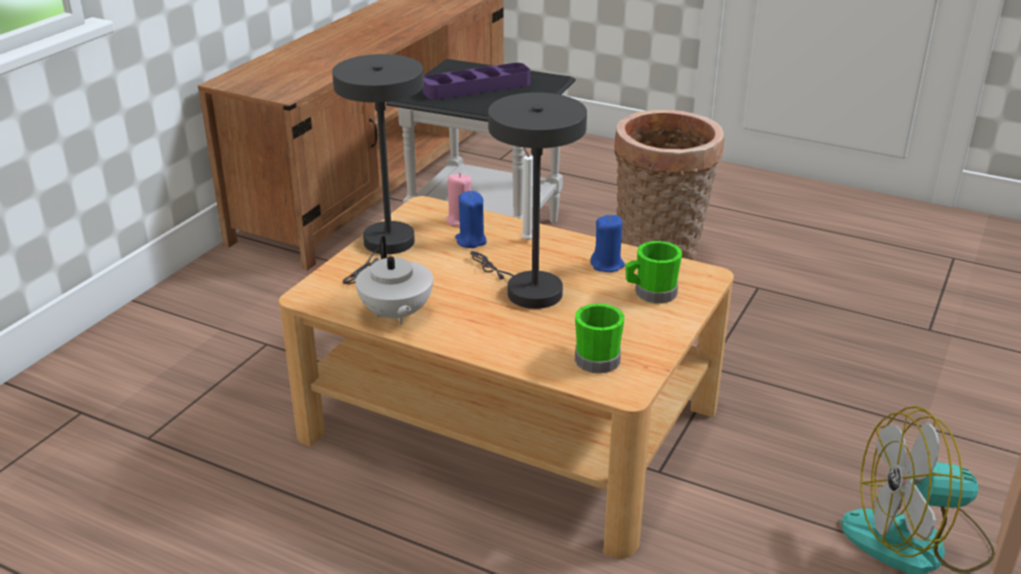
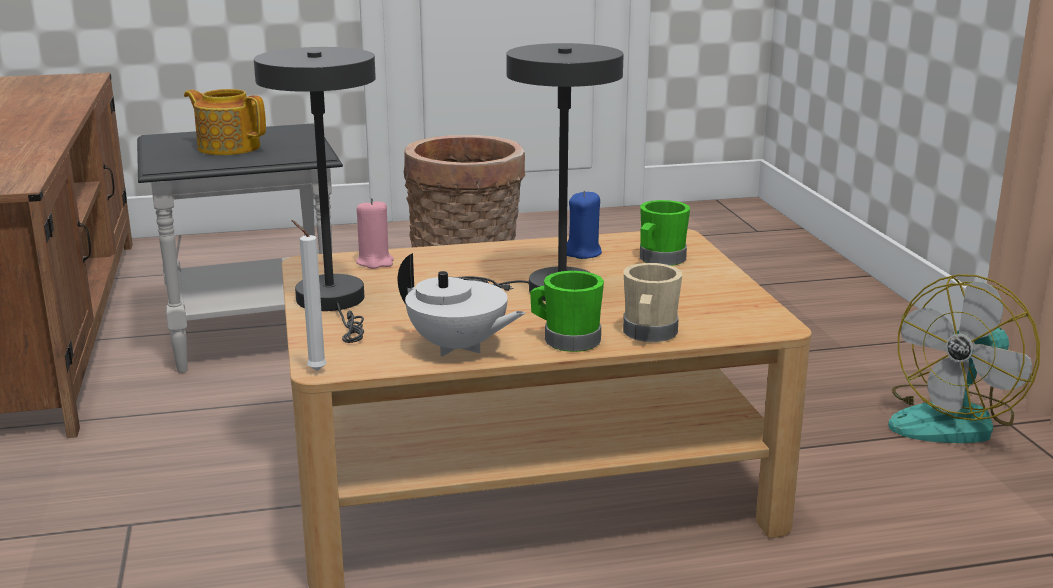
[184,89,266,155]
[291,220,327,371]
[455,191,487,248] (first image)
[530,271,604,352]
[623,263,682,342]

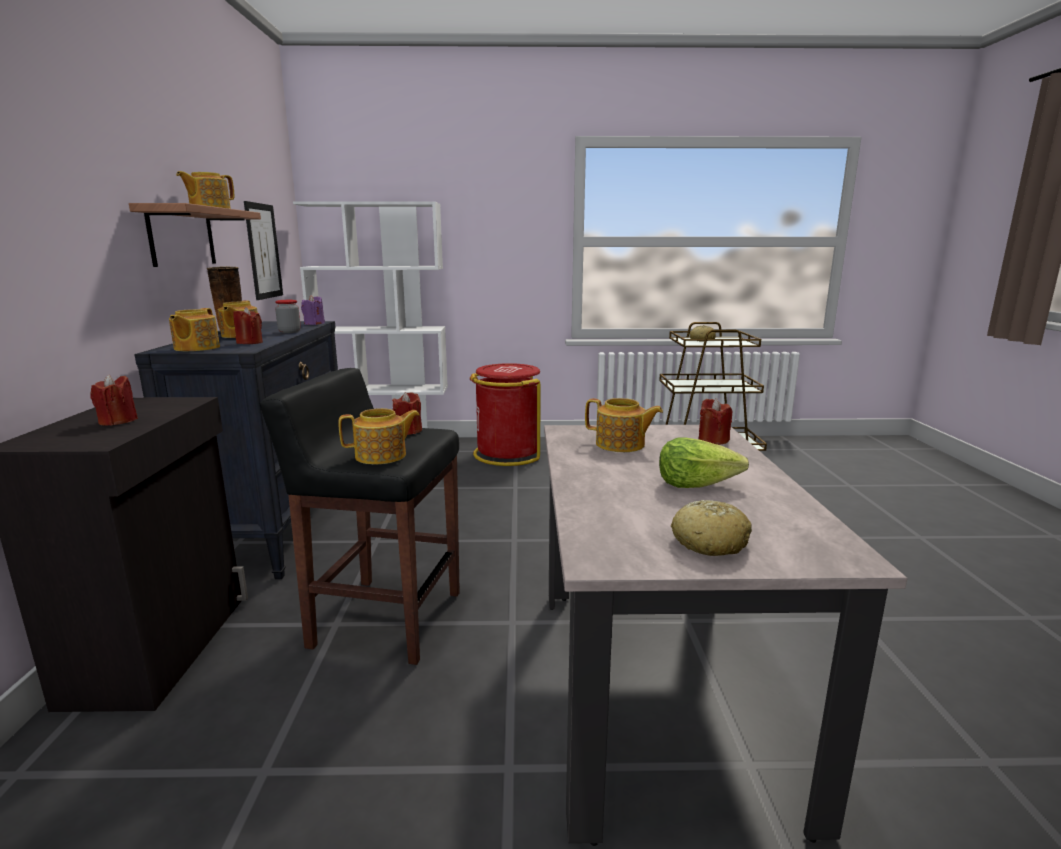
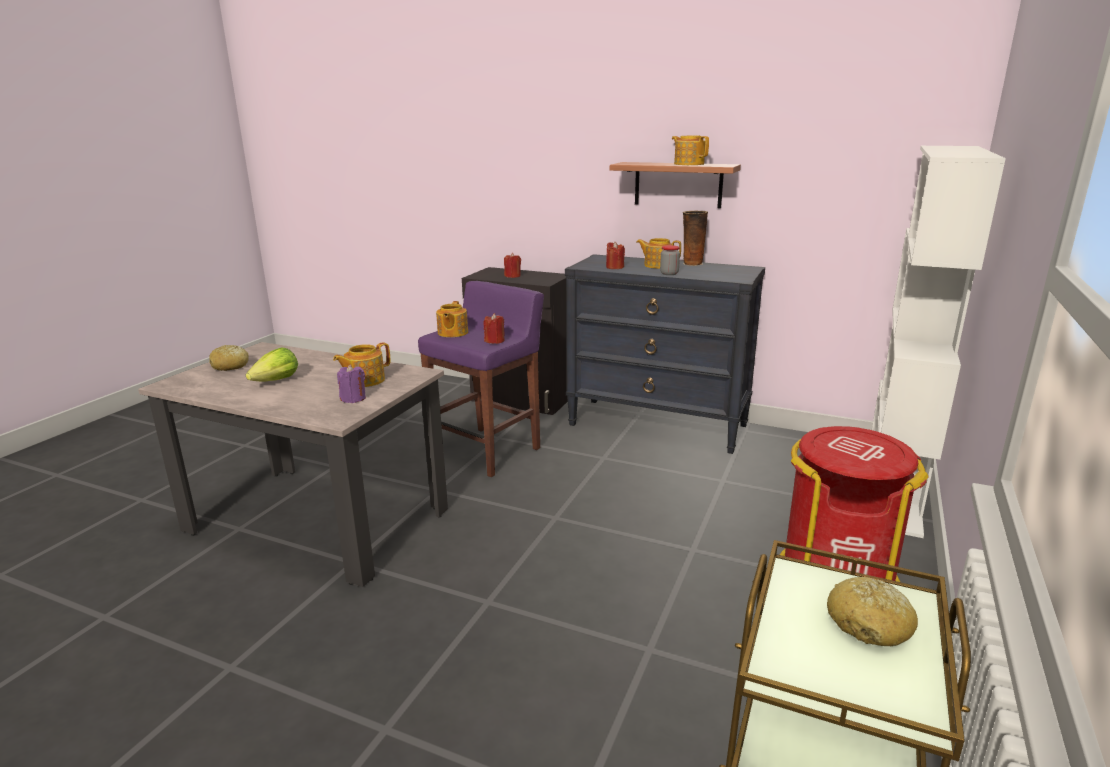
[244,201,283,300] (first image)
[337,364,366,403]
[169,308,220,351] (first image)
[418,281,544,477]
[698,398,732,445] (first image)

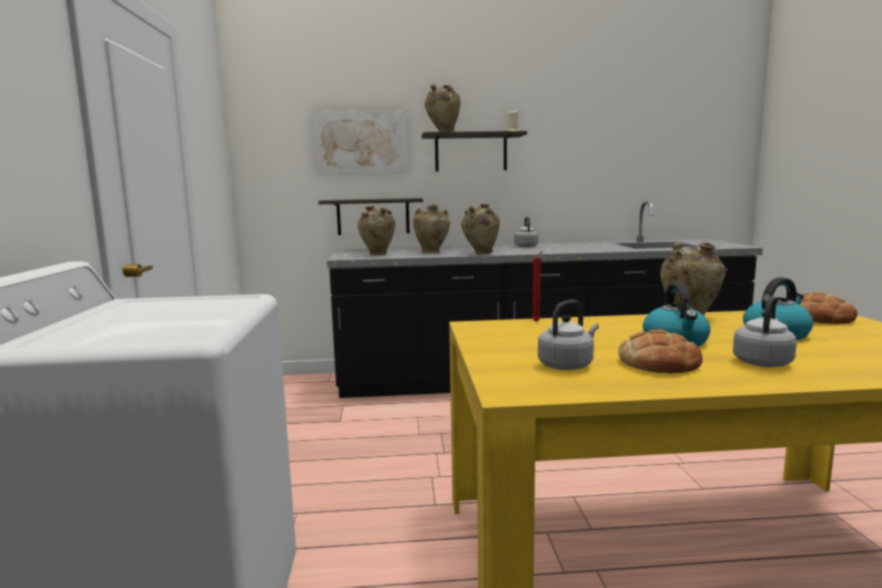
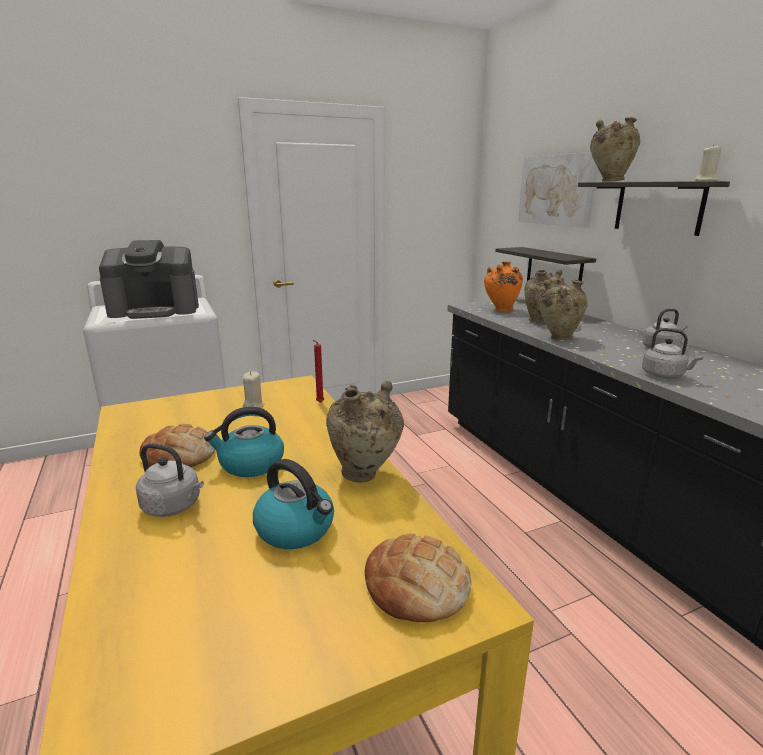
[484,261,523,312]
[642,328,704,378]
[99,240,199,319]
[243,371,265,408]

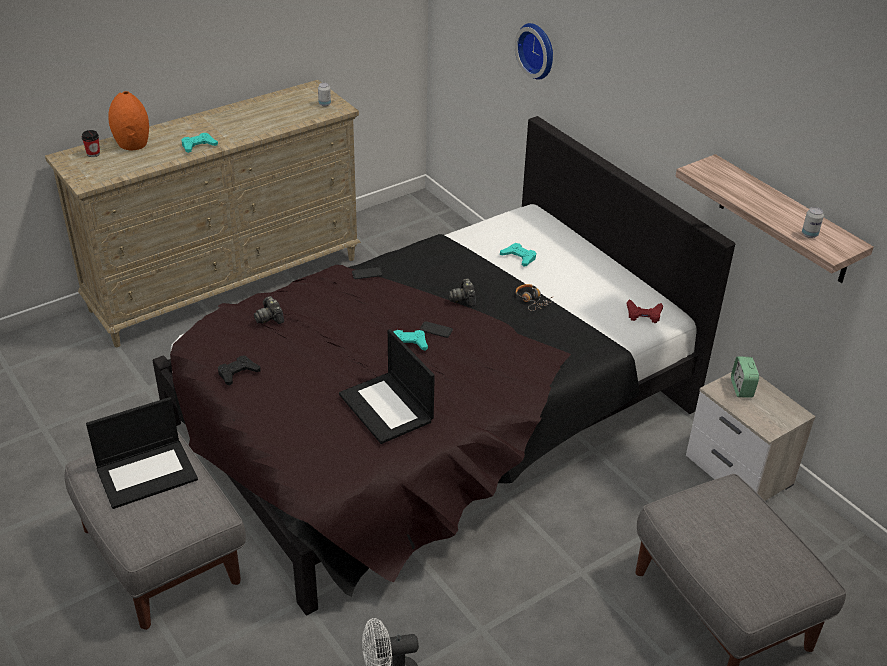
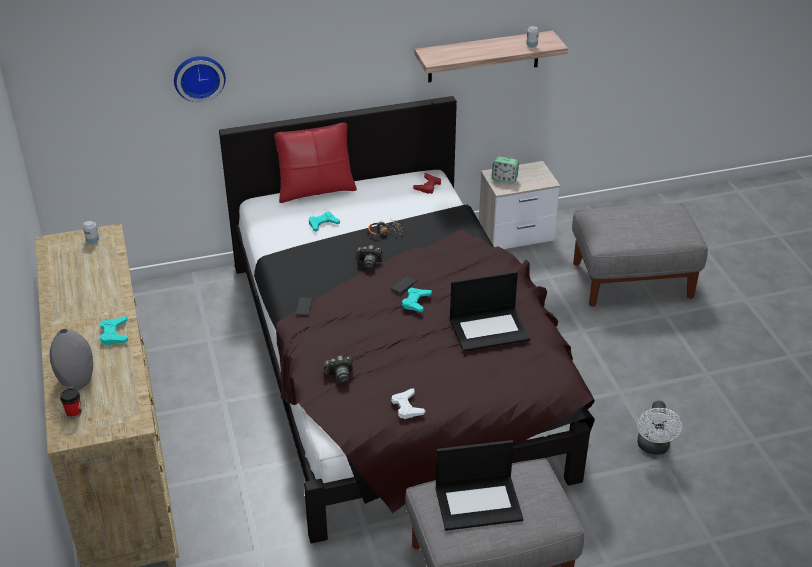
[50,329,93,390]
[392,388,425,419]
[436,440,523,531]
[274,122,357,203]

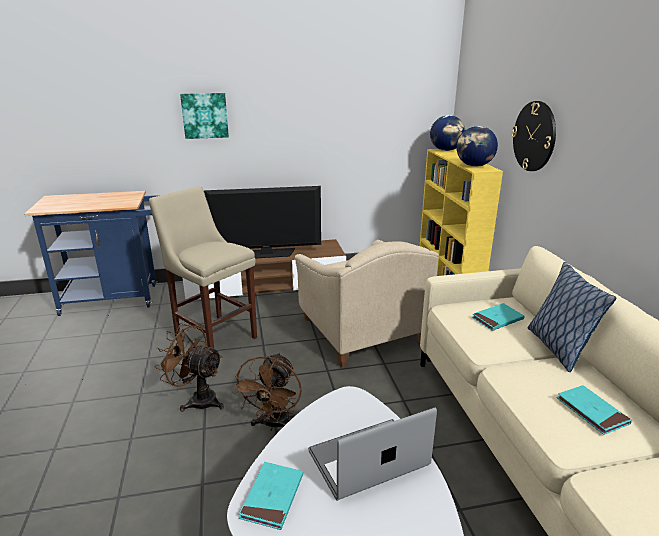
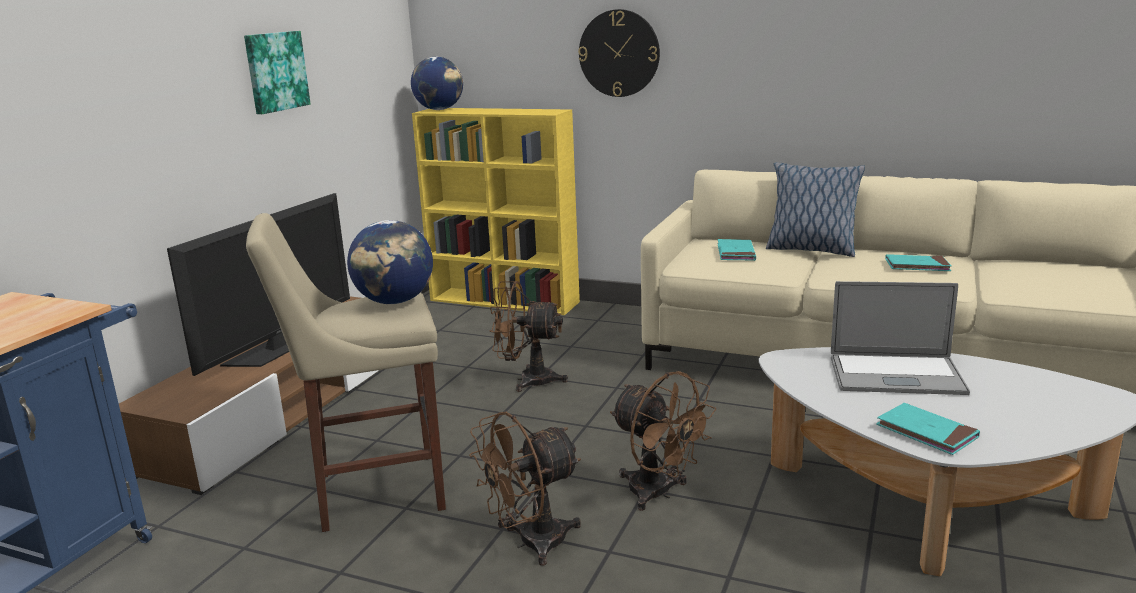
[244,31,311,114]
[347,220,433,304]
[490,281,568,392]
[831,281,970,395]

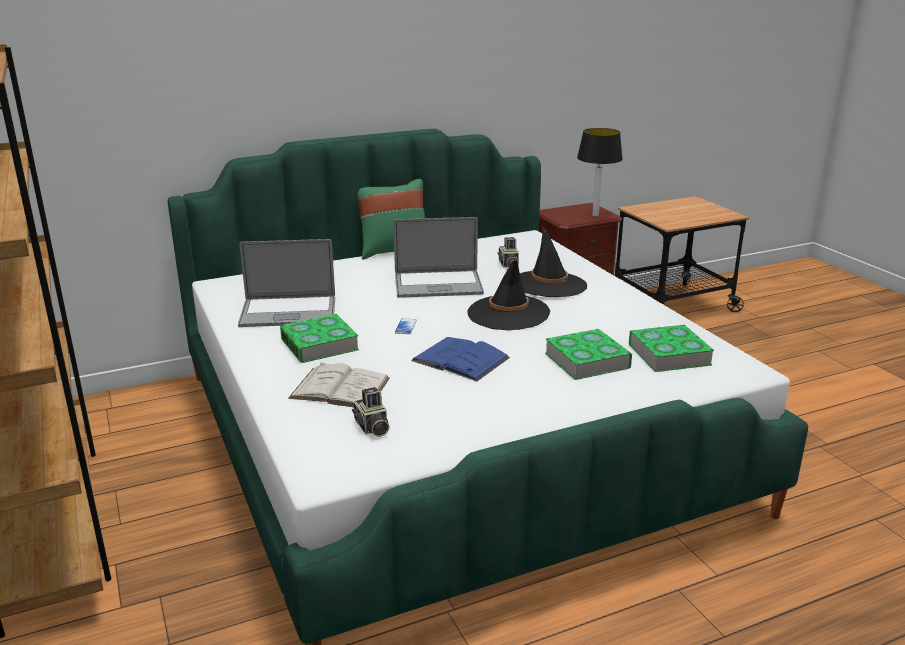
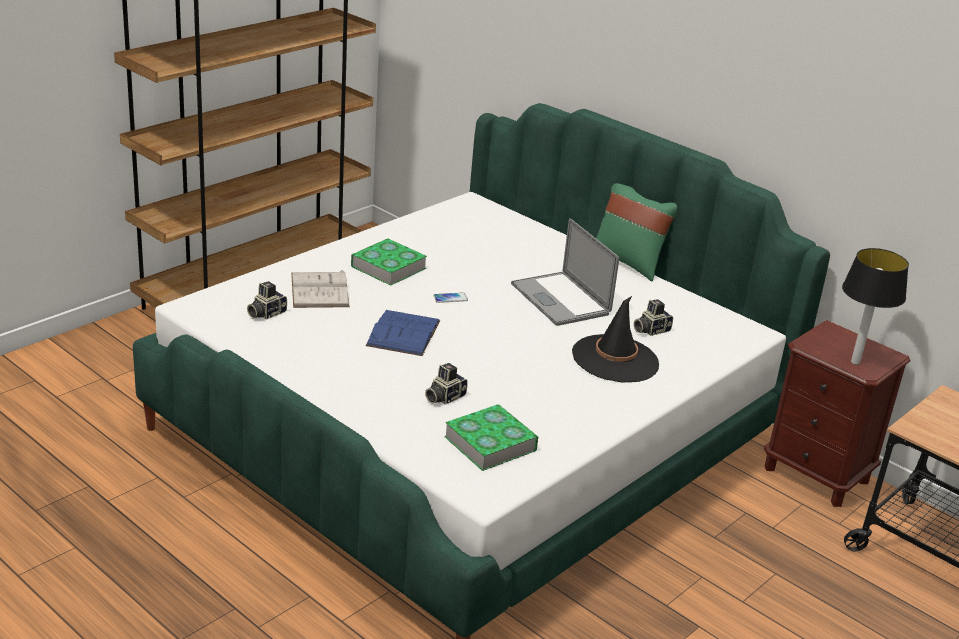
[238,239,335,327] (first image)
[467,260,550,330] (first image)
[425,363,468,405]

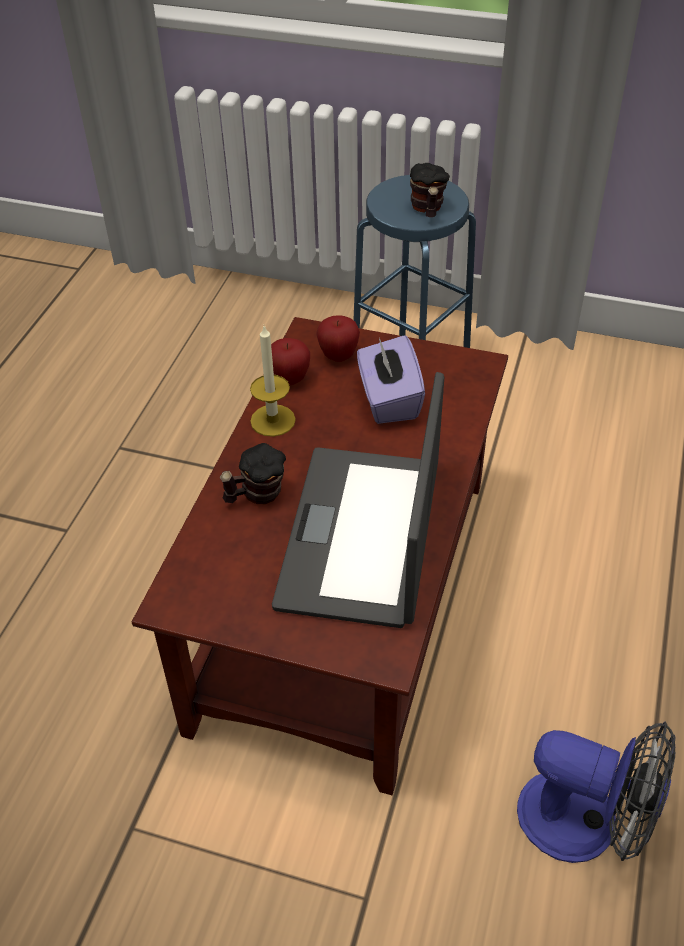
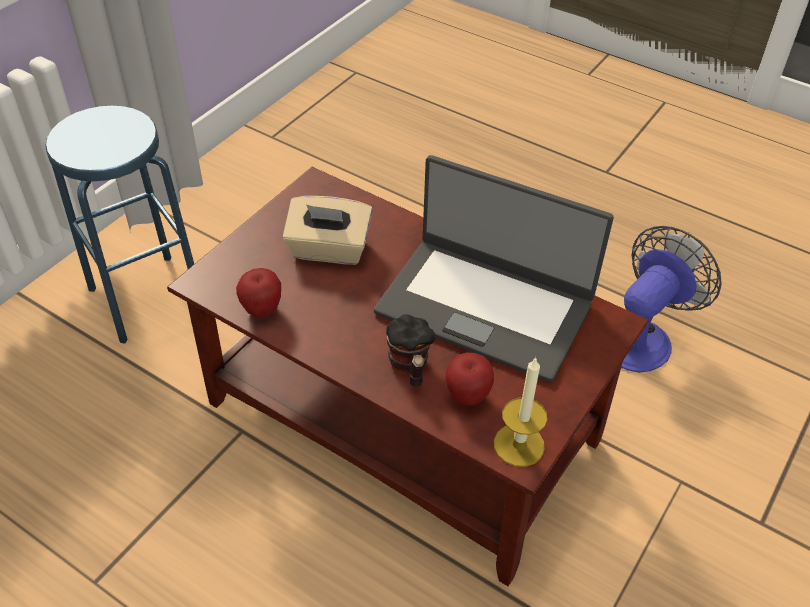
[410,163,450,217] (first image)
[446,353,494,406]
[494,357,547,467]
[282,196,373,265]

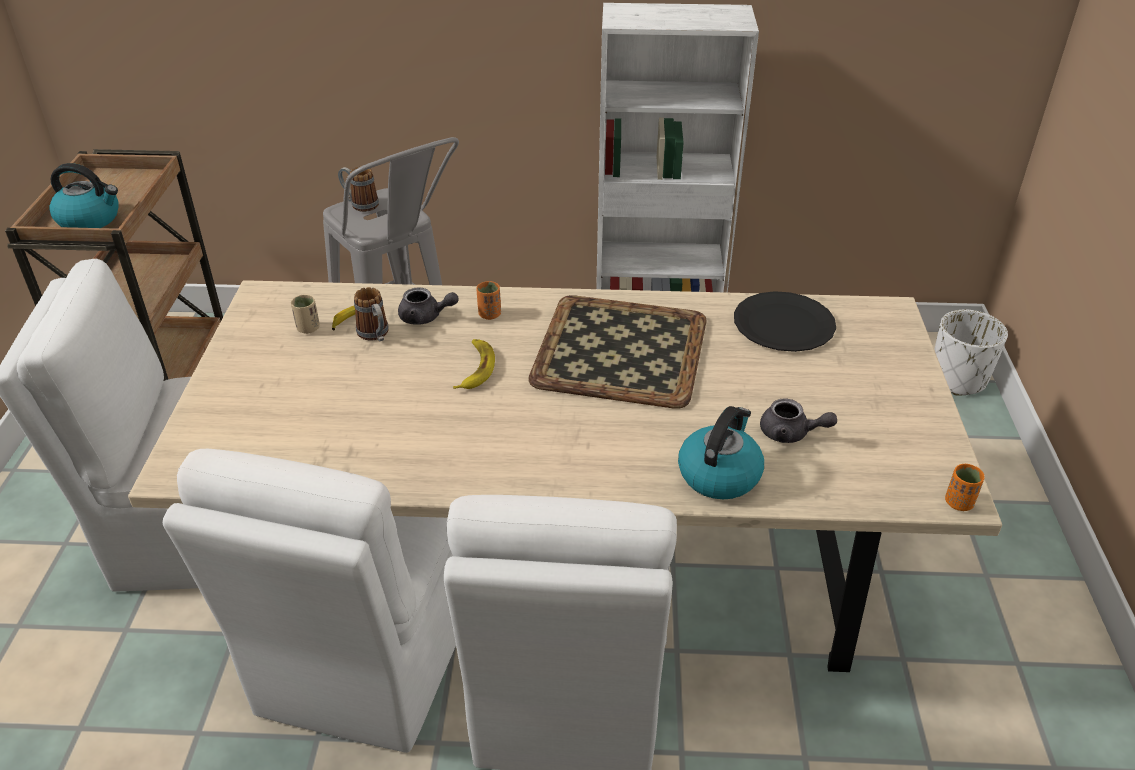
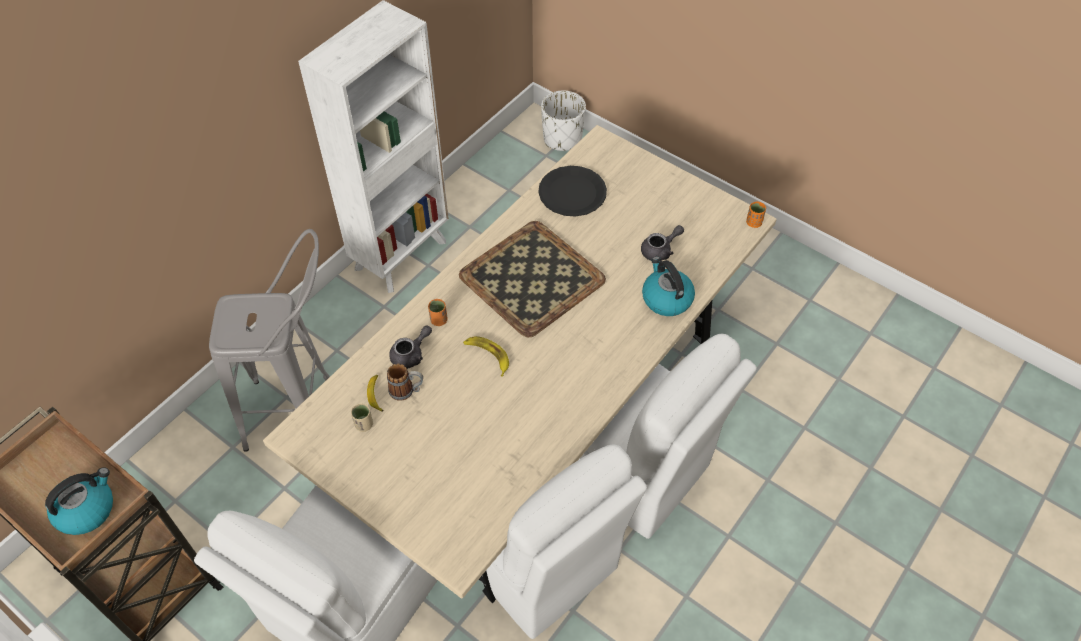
[338,166,379,212] (first image)

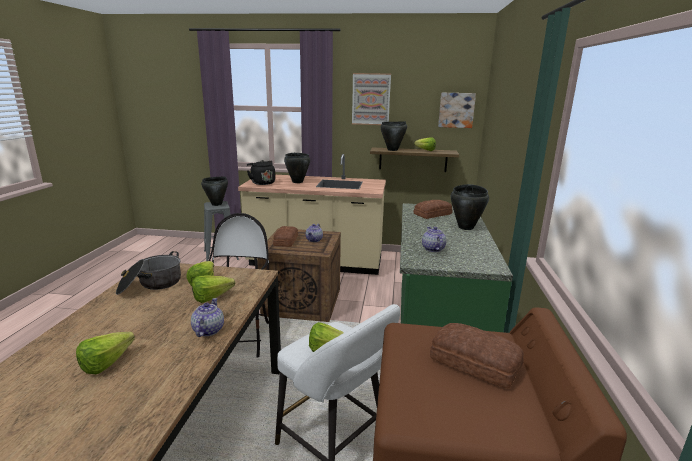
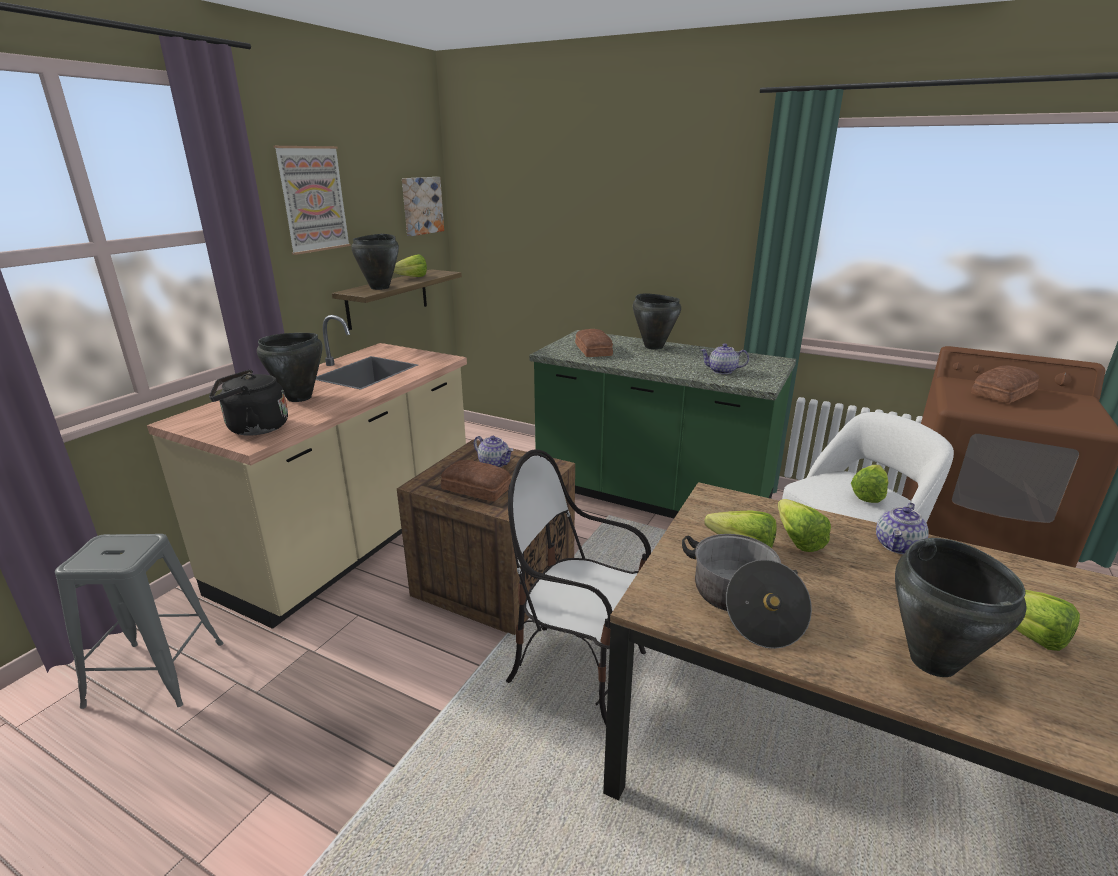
[895,538,1026,677]
[876,502,929,554]

